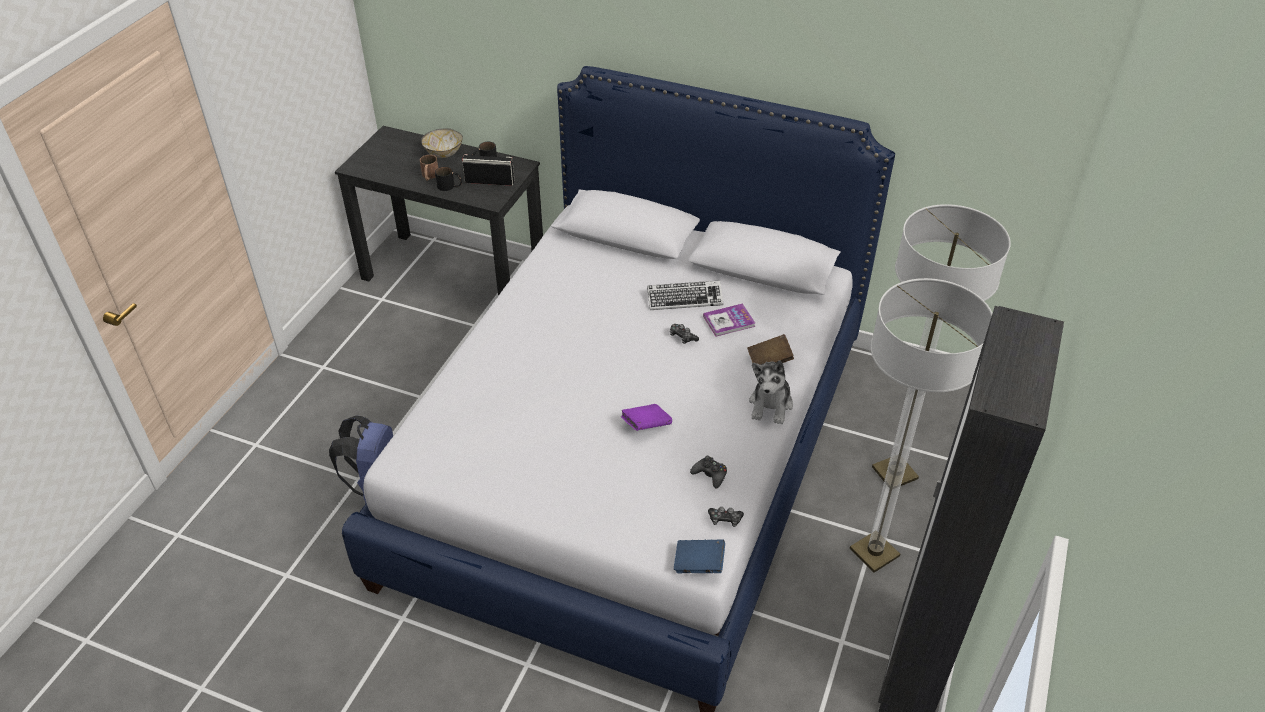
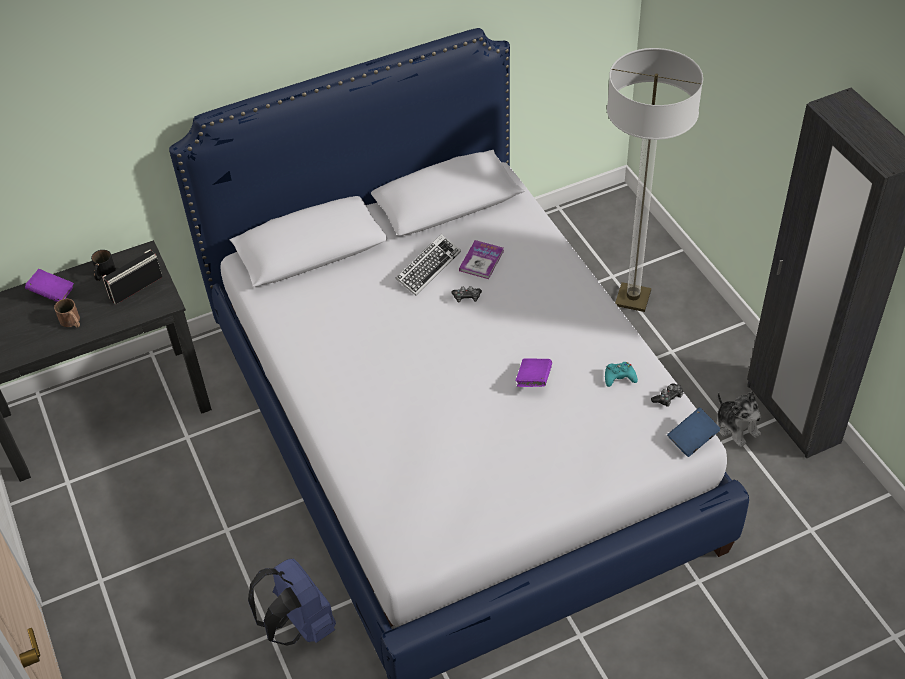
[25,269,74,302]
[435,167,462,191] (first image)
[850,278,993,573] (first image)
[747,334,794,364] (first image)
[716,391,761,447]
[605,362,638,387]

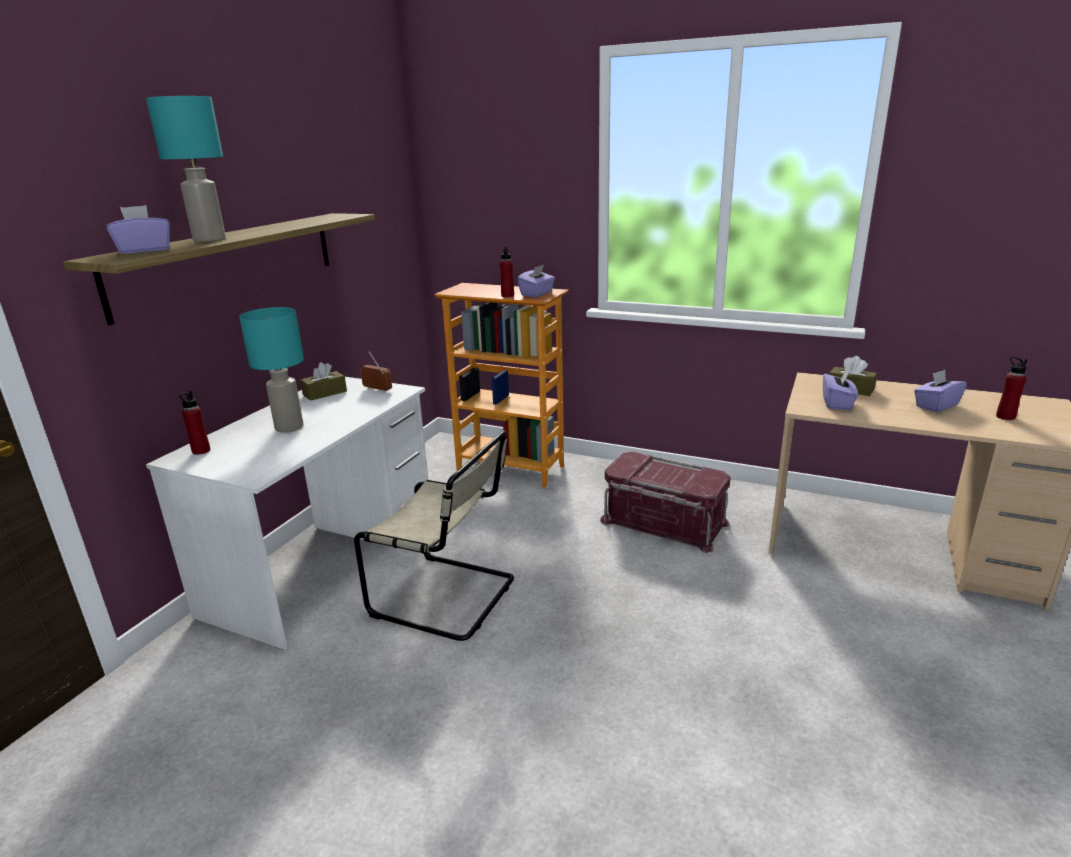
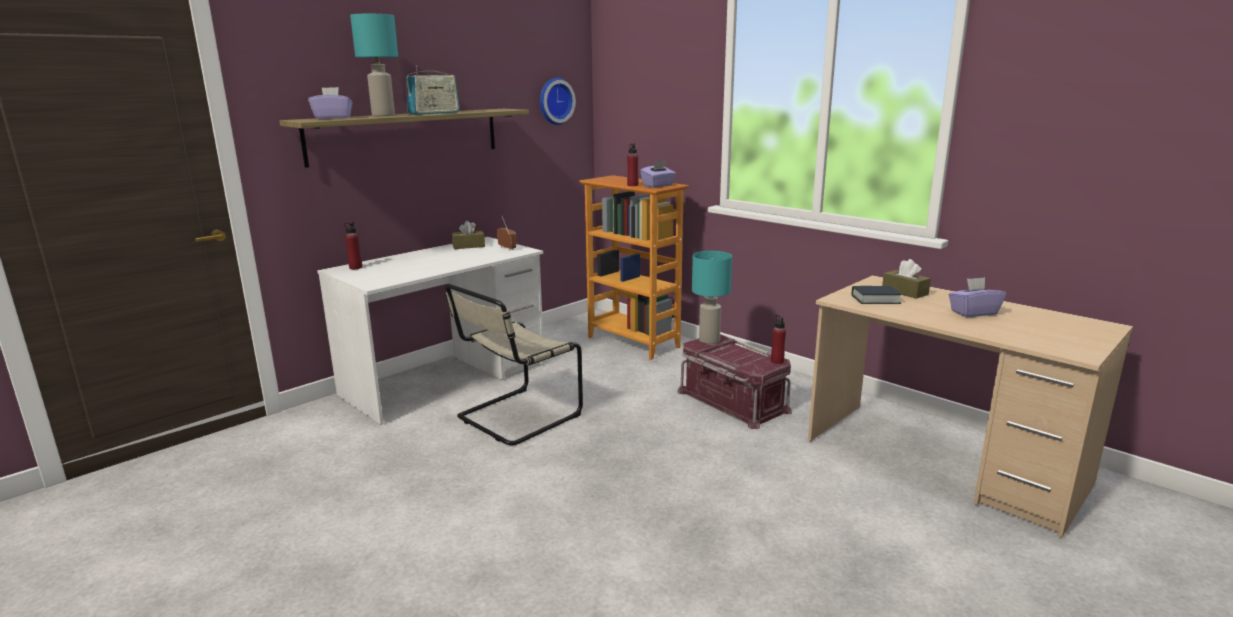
[692,251,732,344]
[771,315,786,364]
[852,286,902,304]
[445,284,583,445]
[406,66,460,115]
[540,78,576,125]

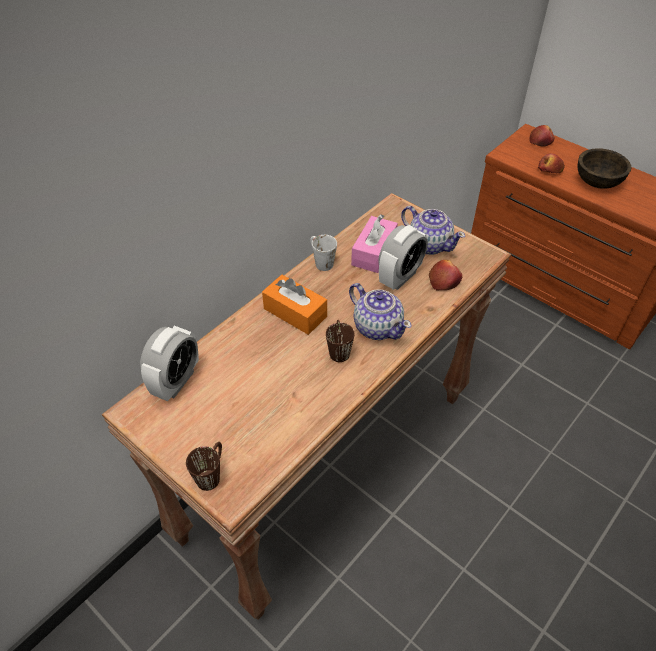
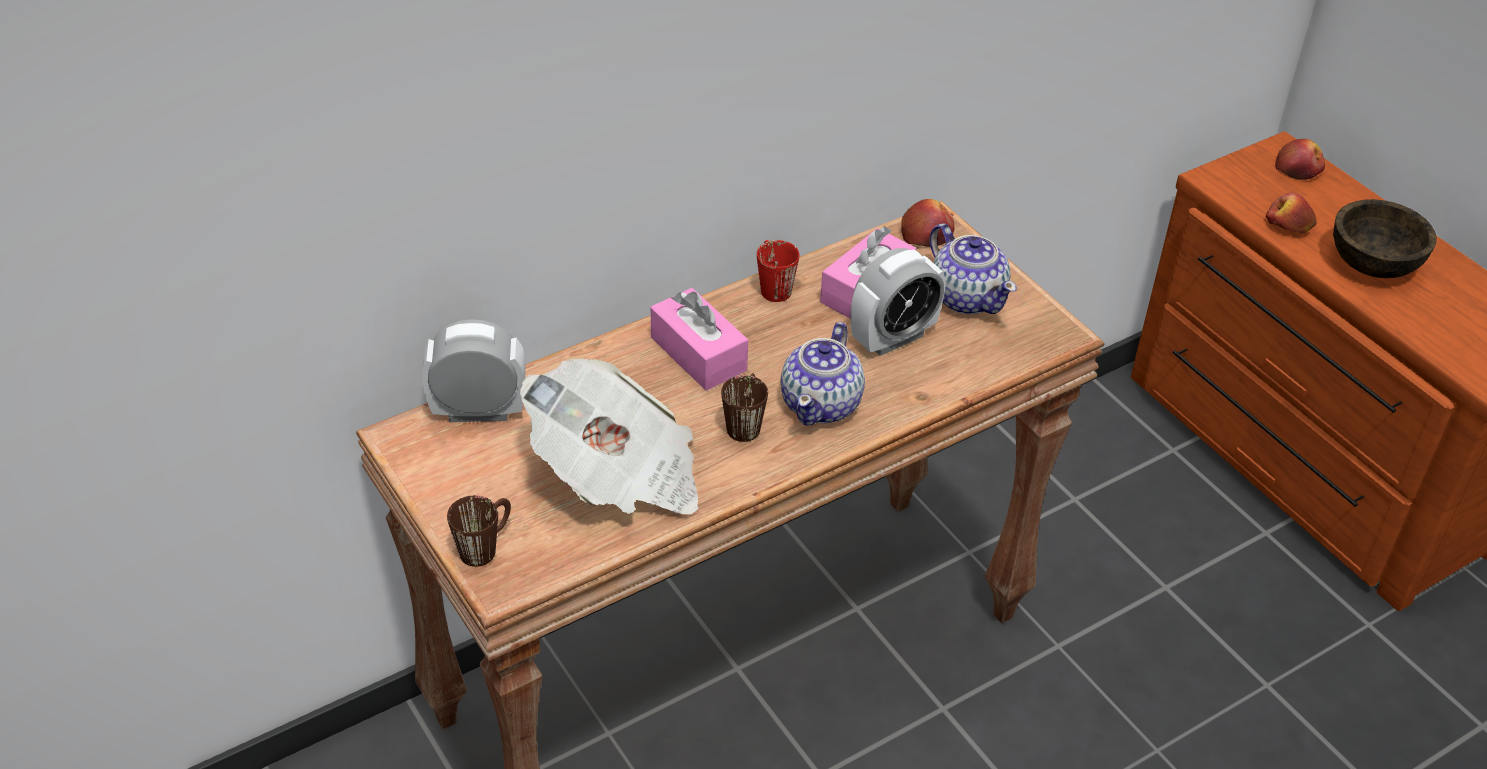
[757,240,800,302]
[901,199,954,247]
[651,288,748,391]
[781,322,865,425]
[422,319,526,422]
[520,359,698,515]

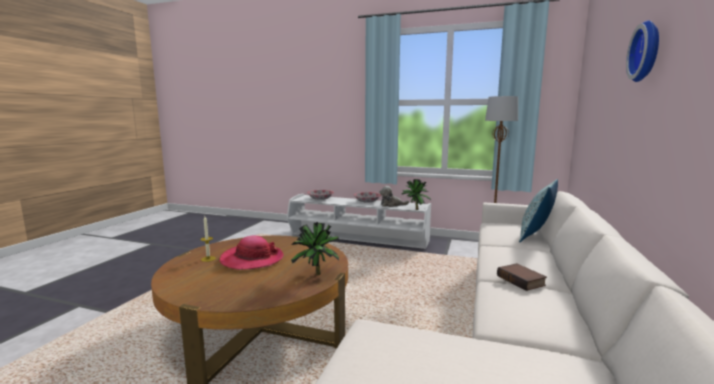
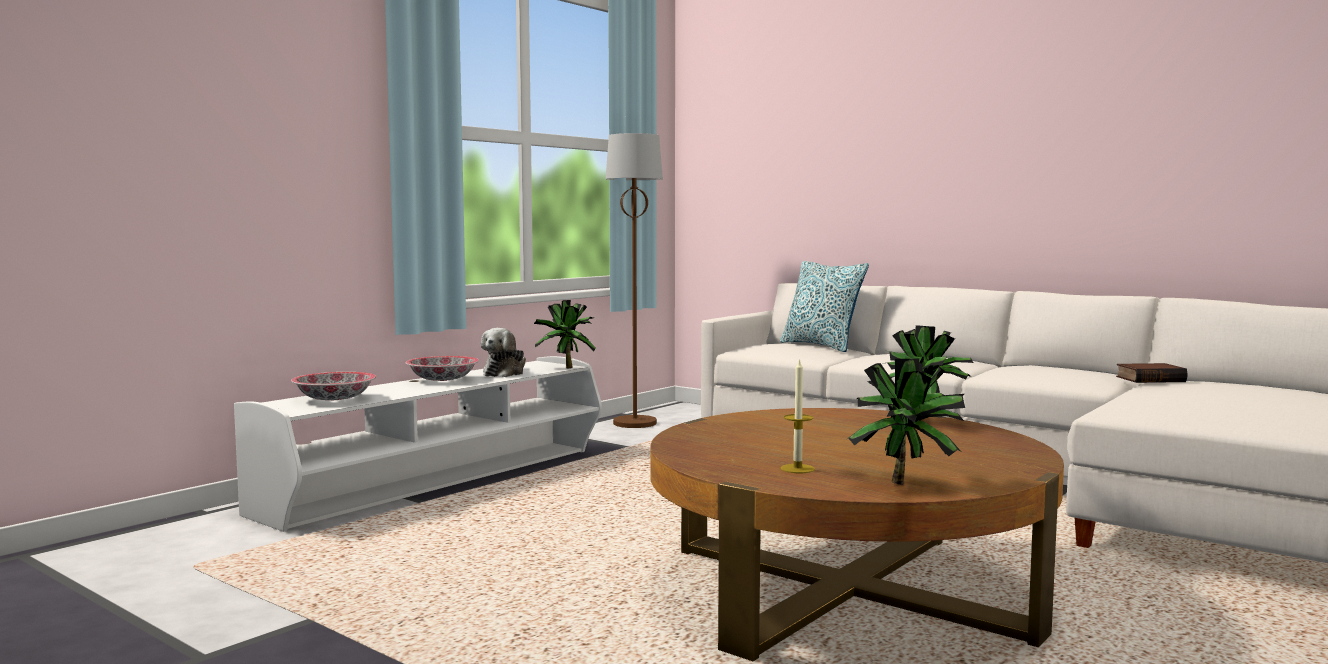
[626,20,659,82] (first image)
[219,236,284,270] (first image)
[1116,363,1188,383]
[847,358,965,485]

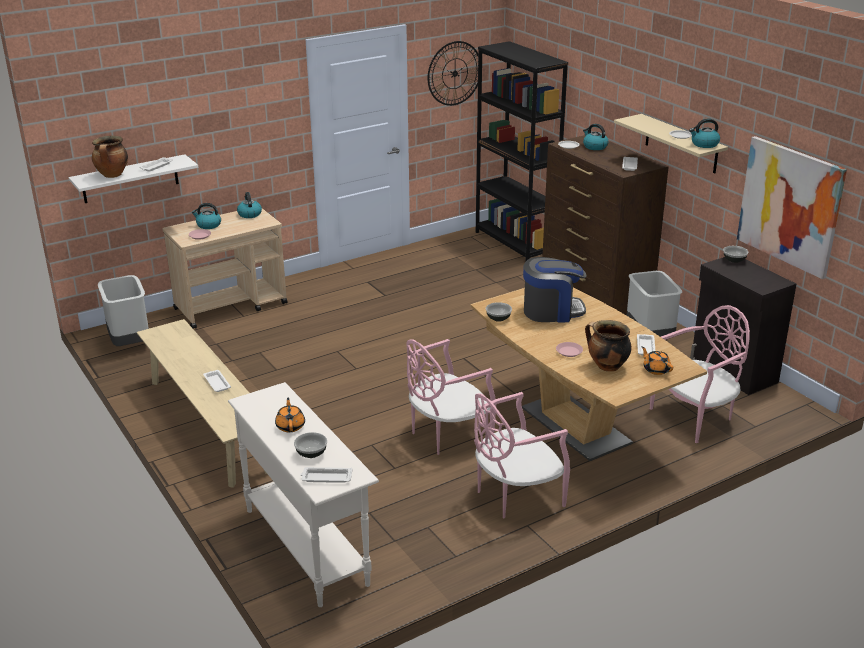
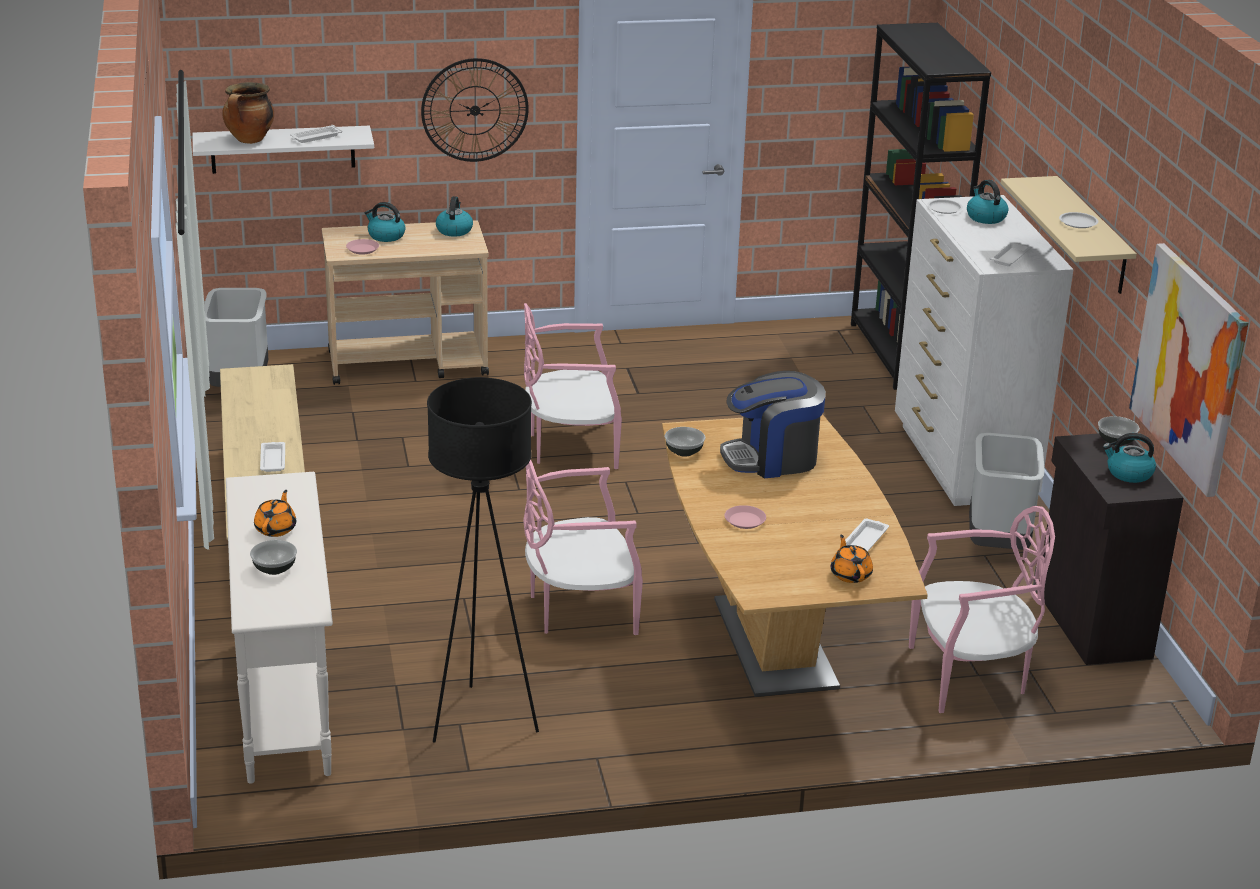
[421,58,529,162]
[1103,433,1156,483]
[895,195,1074,506]
[720,371,826,479]
[585,320,632,372] (first image)
[524,303,622,469]
[300,467,352,483] (first image)
[427,377,539,743]

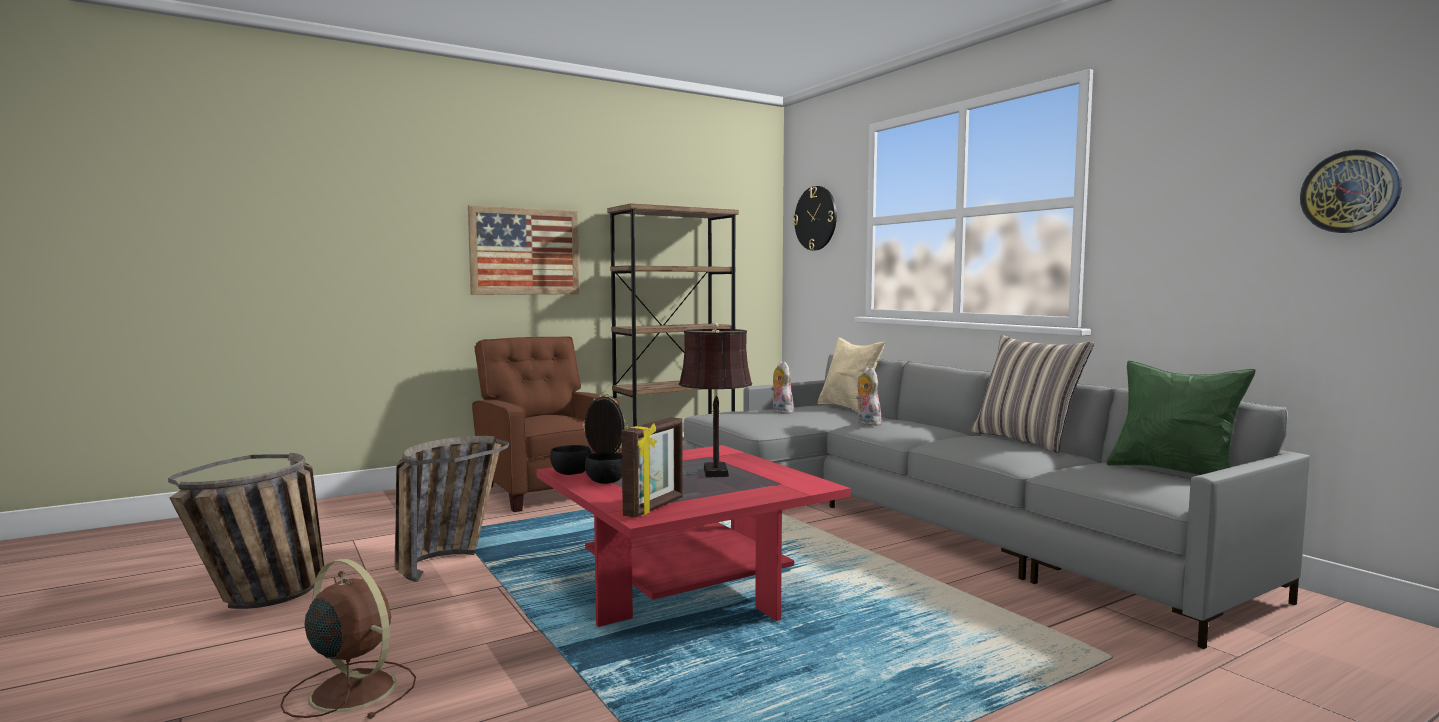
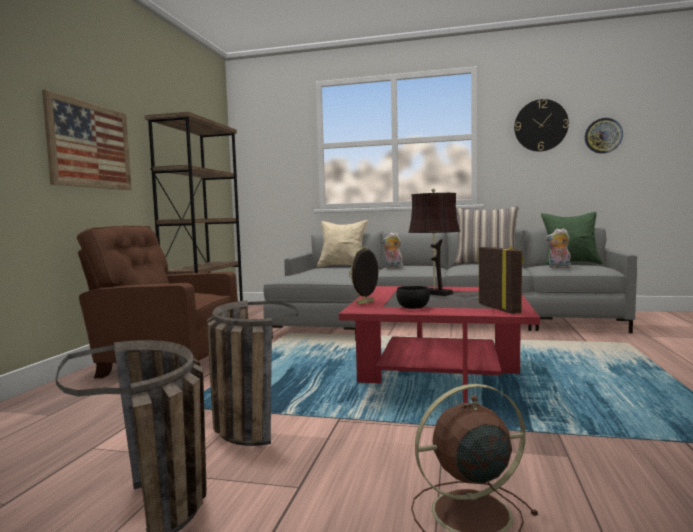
[514,99,569,152]
[545,228,571,269]
[550,445,591,475] (first image)

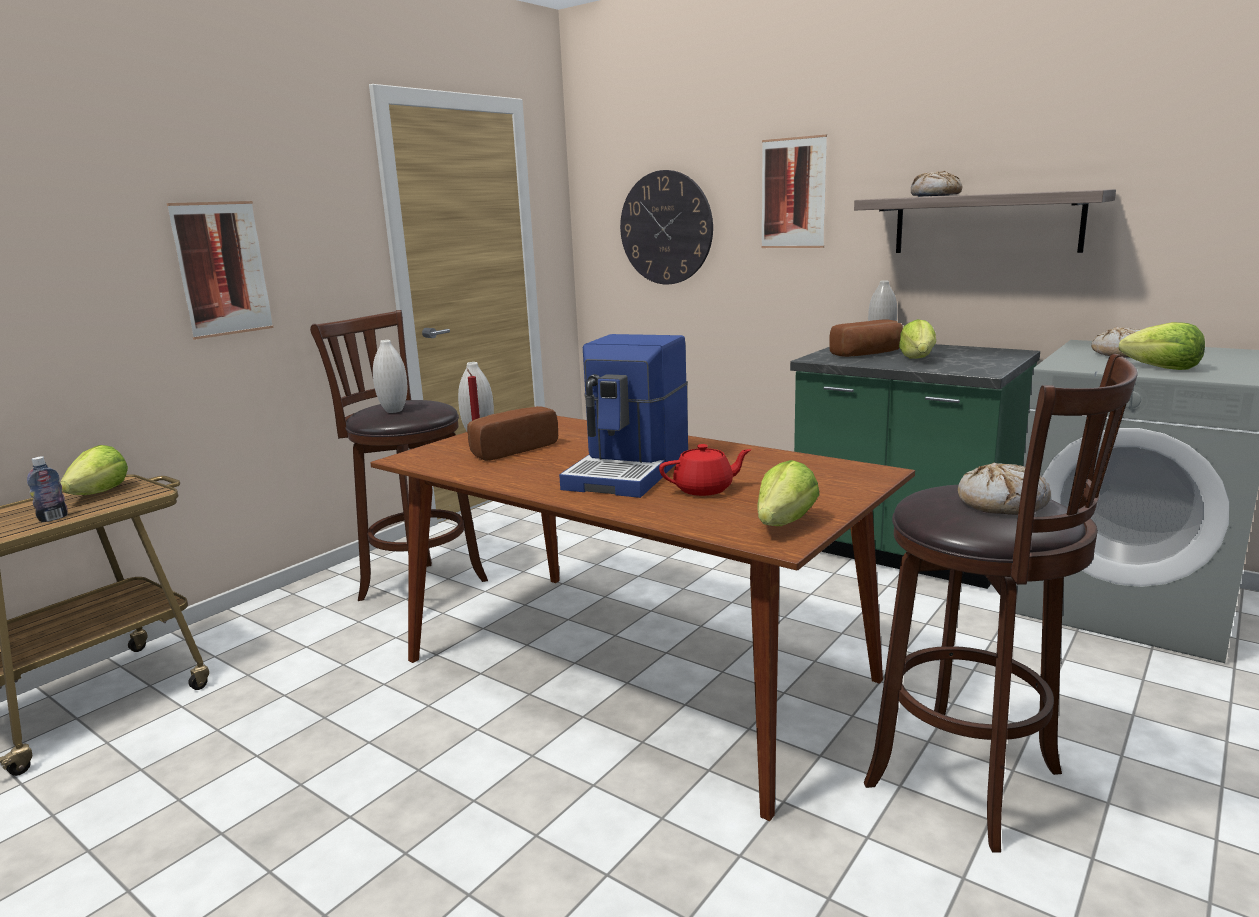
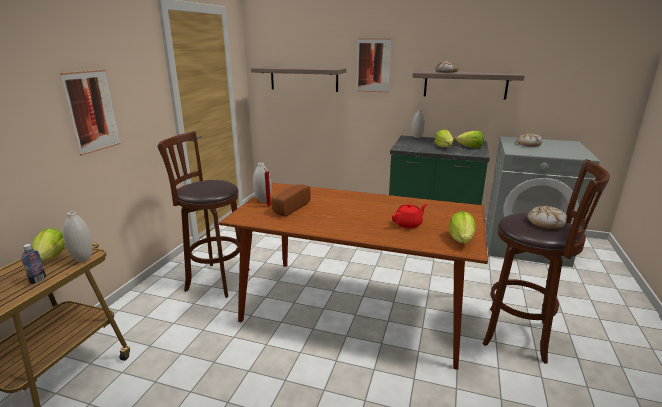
[251,66,347,92]
[829,319,903,357] (first image)
[456,131,484,148]
[559,334,688,498] (first image)
[63,211,93,262]

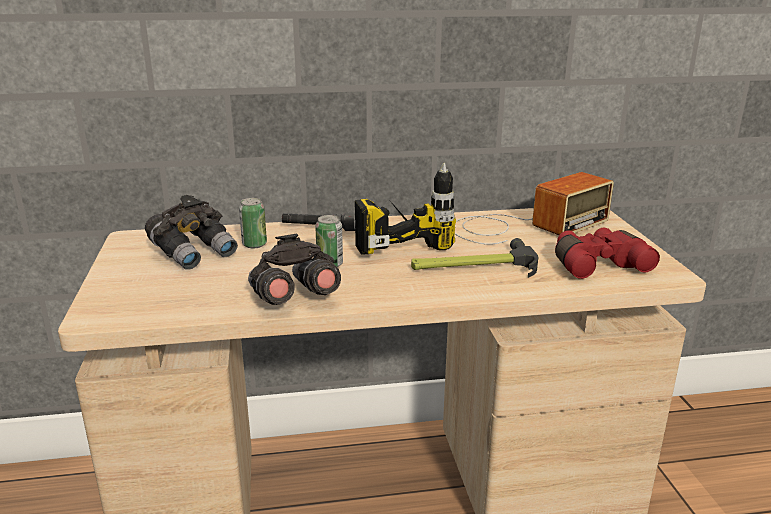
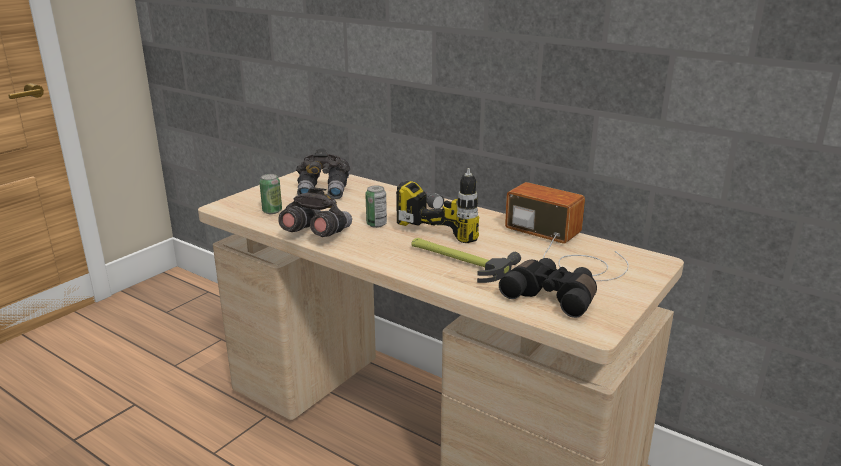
[505,182,629,281]
[259,174,282,214]
[499,258,597,318]

